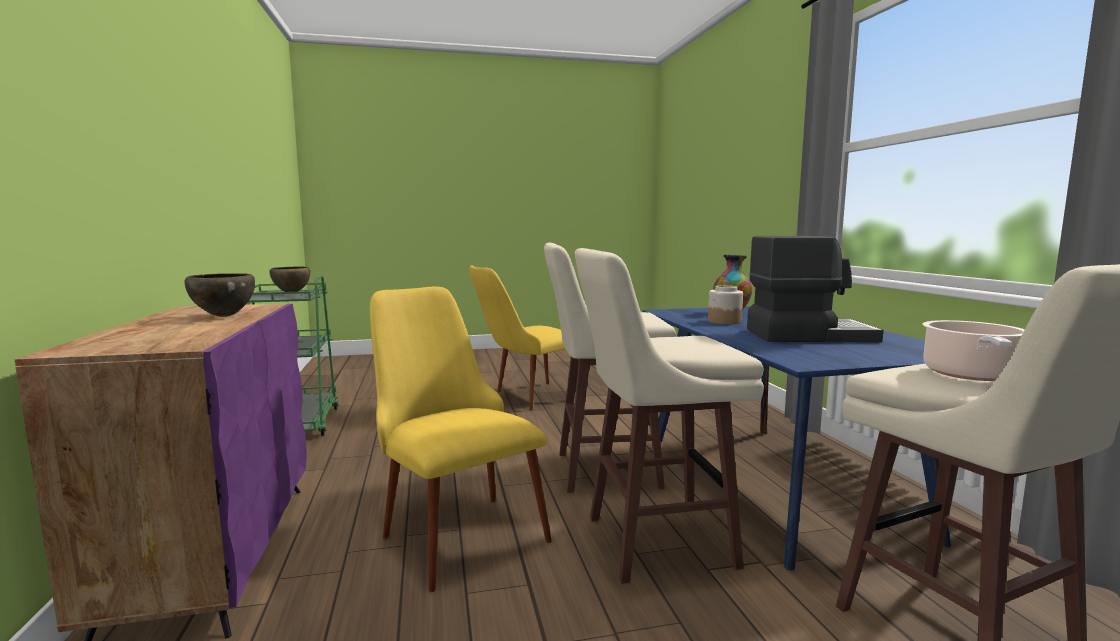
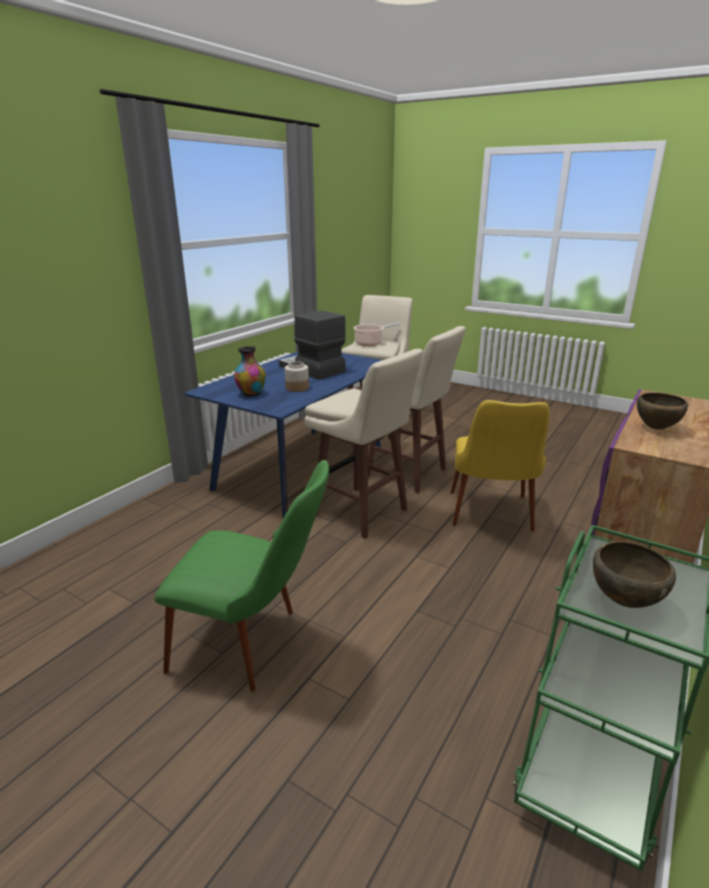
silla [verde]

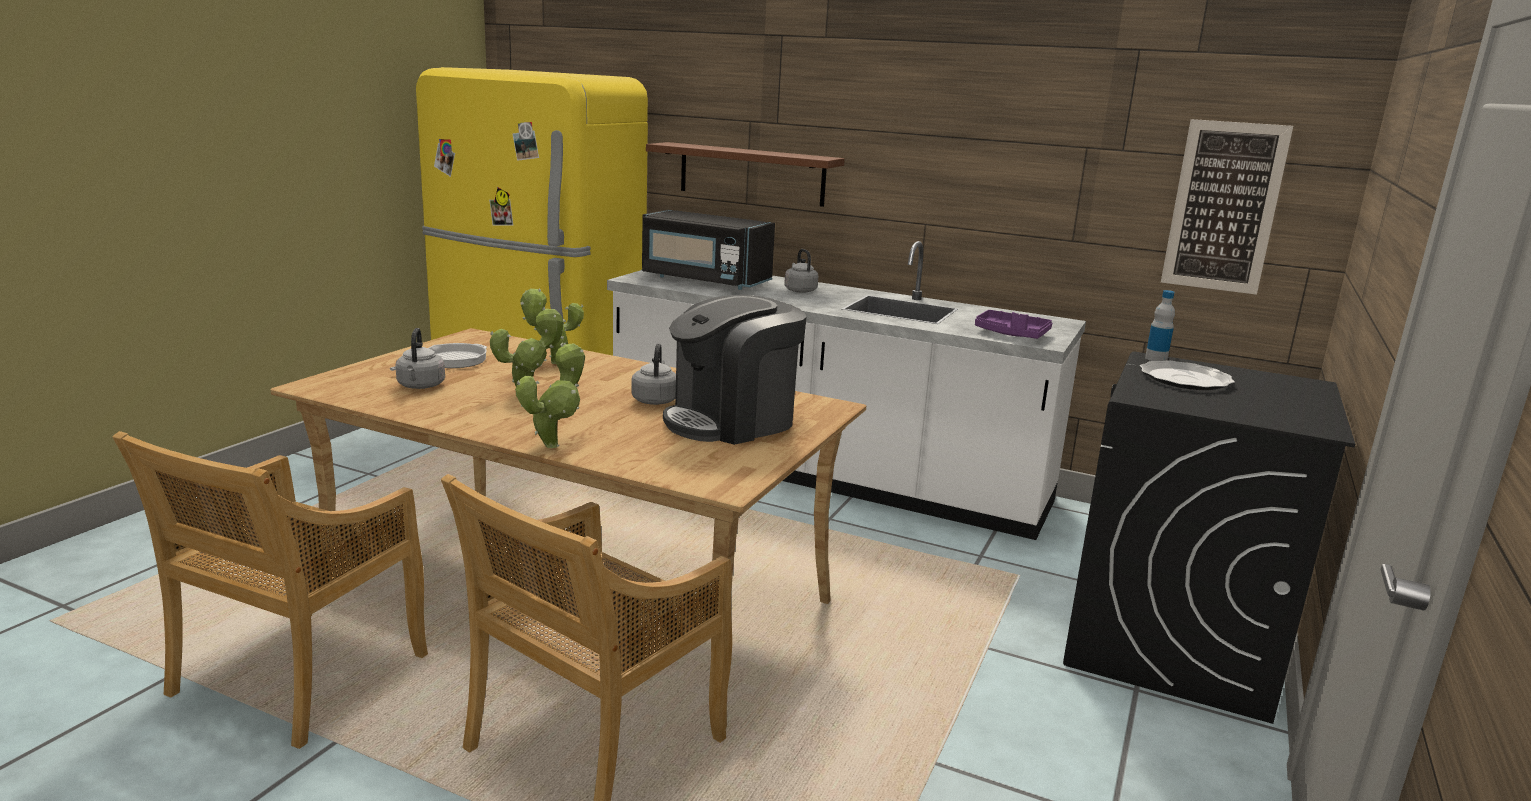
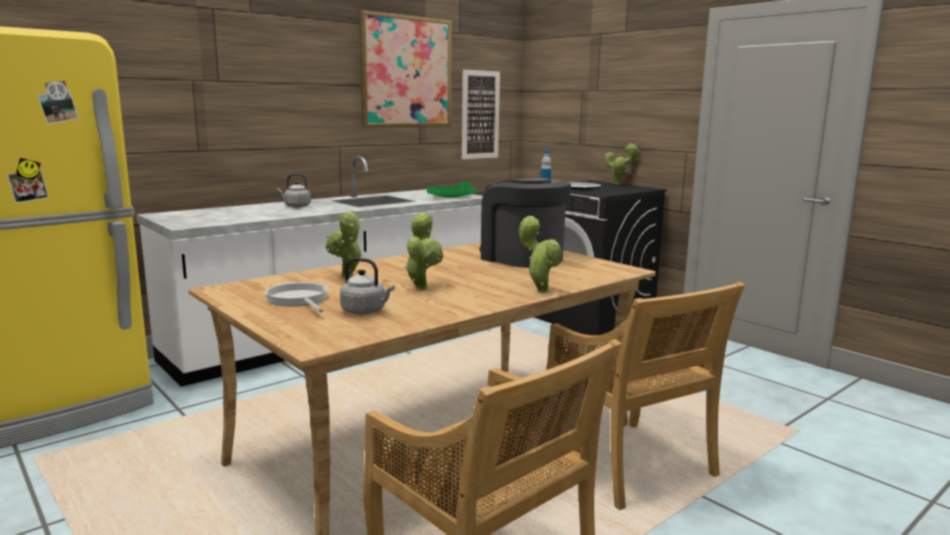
hervidor [gris] (no. 2 from left in the first image); microondas [negro]; estante [marrón]; cuadro (no. 1 from left); planta en maceta (no. 4 from left); bandeja [verde]; cafetera

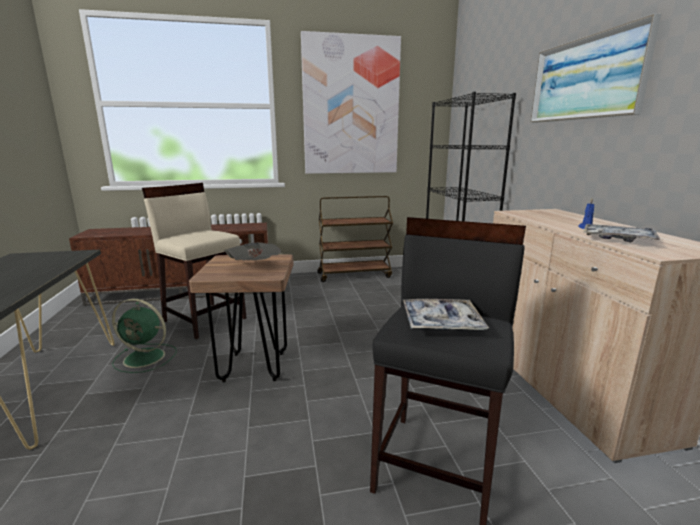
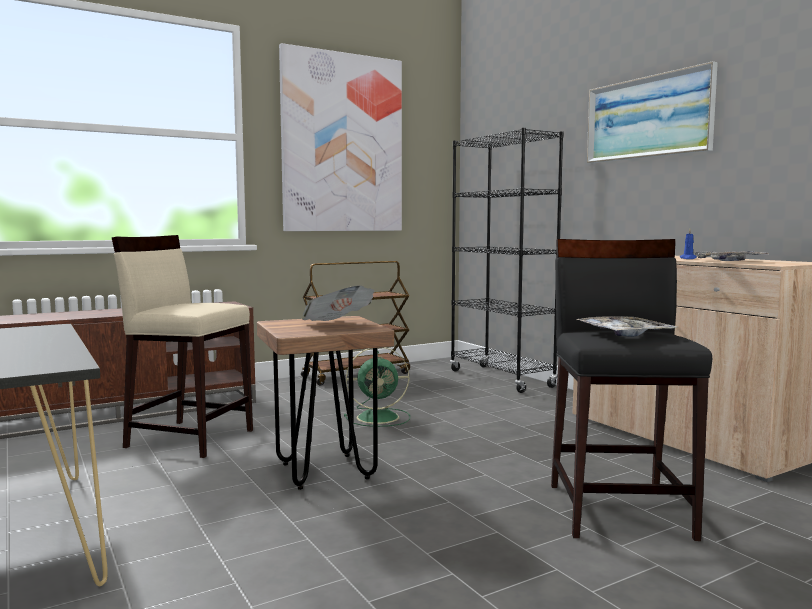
ventilador [verde]

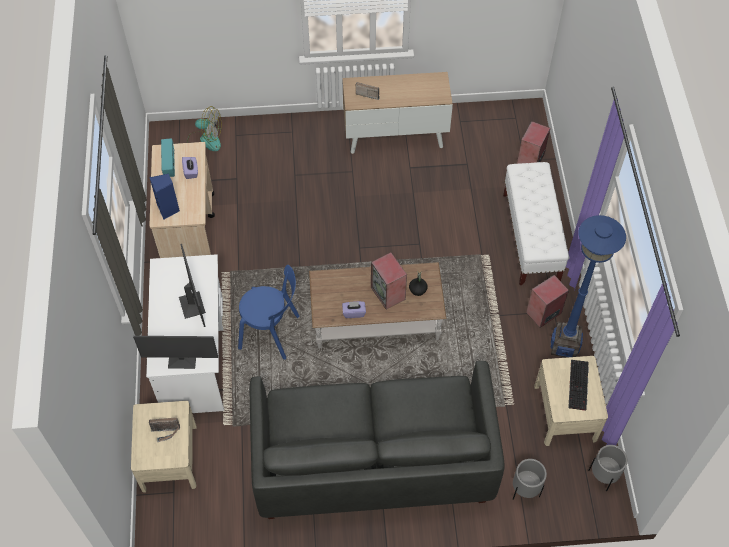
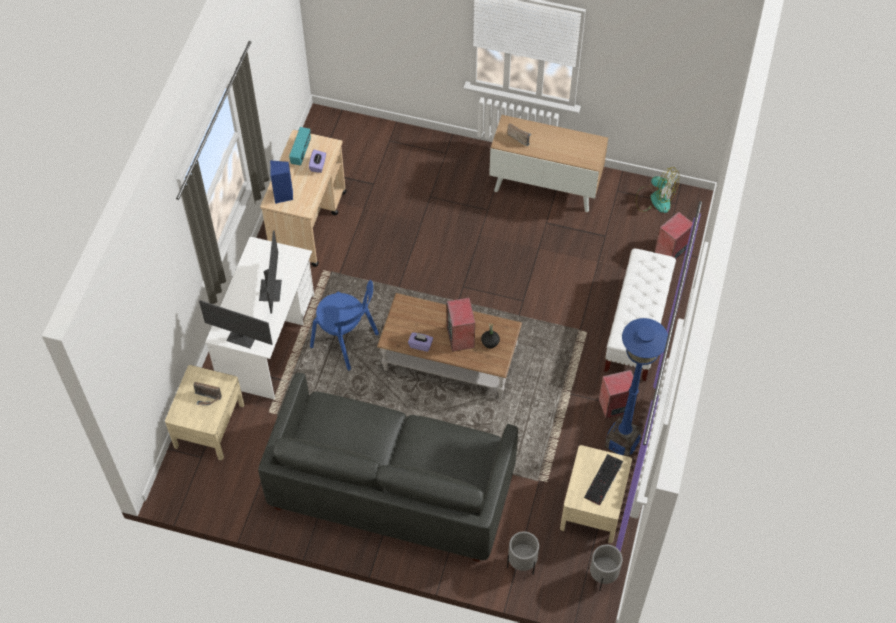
ventilador

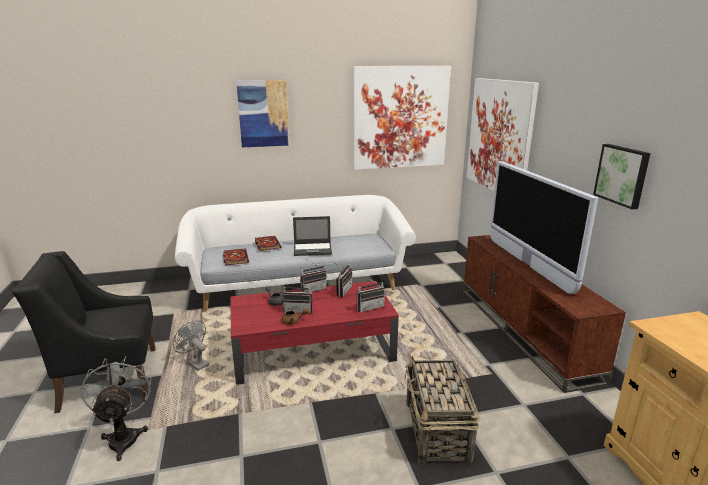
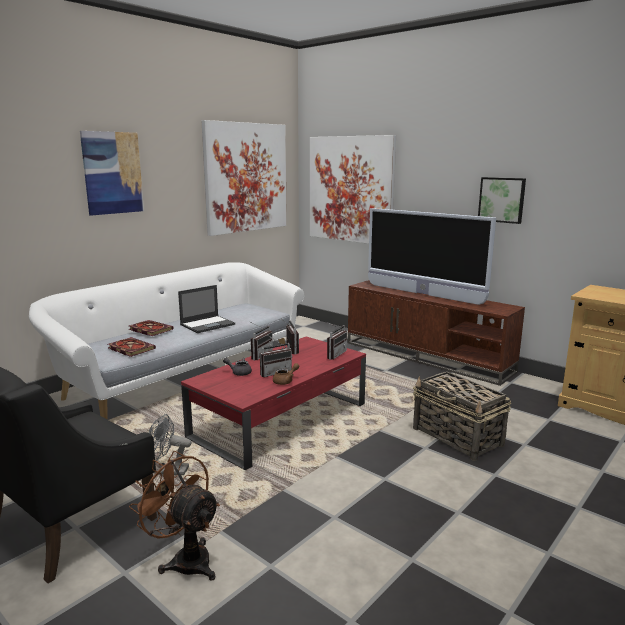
ventilador [marrón]

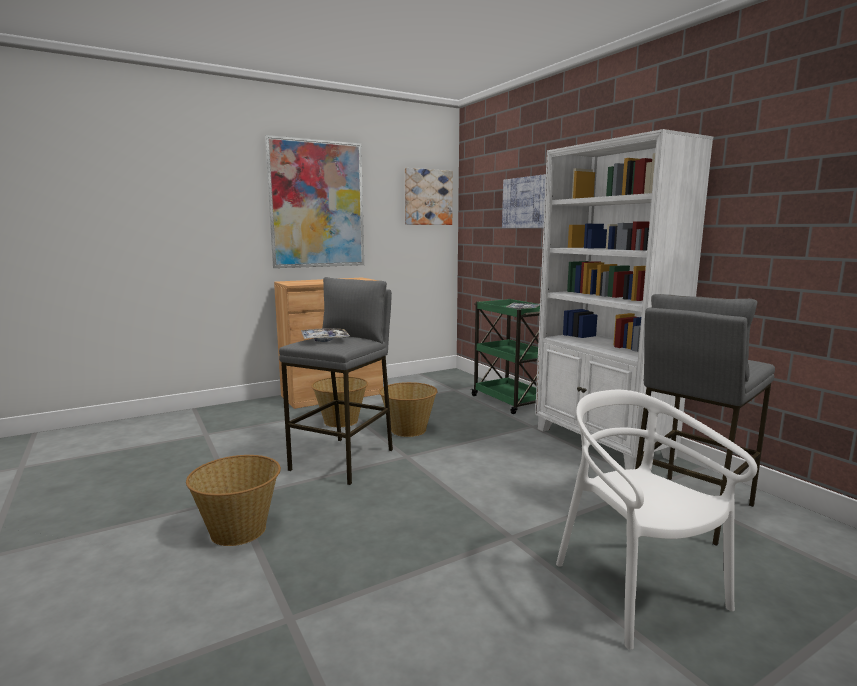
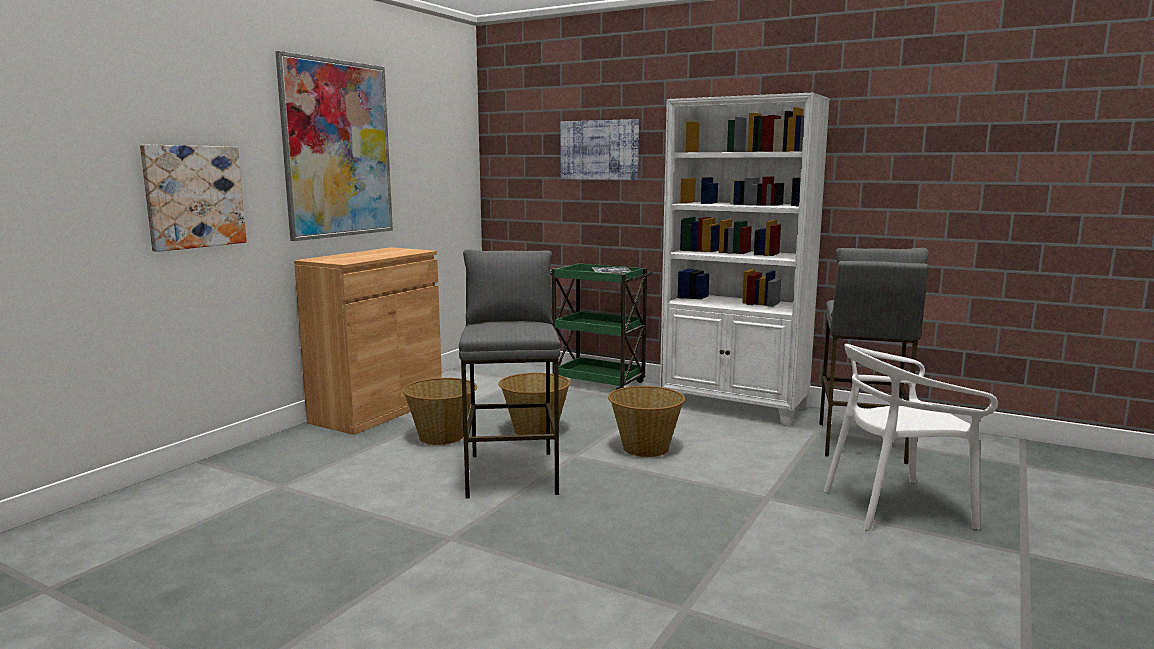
bandeja (no. 1 from left in the first image); cesta (no. 3 from left); cuadro (no. 1 from left); silla [blanco]

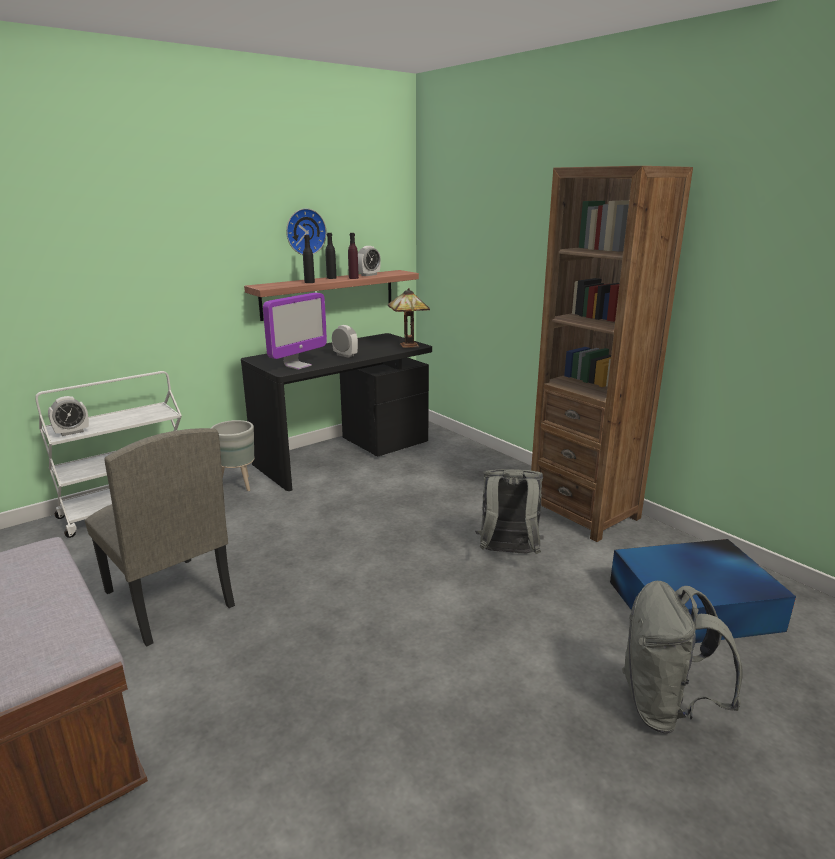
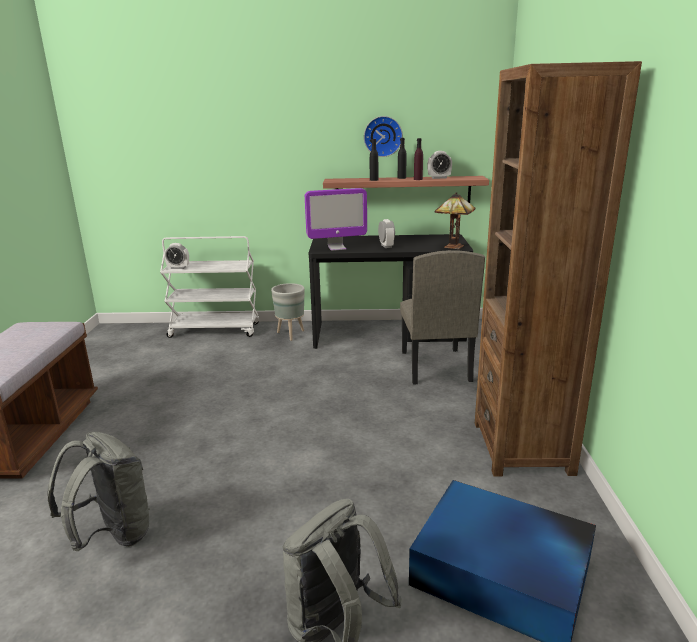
silla [beis]; mochila [gris] (no. 1 from left)

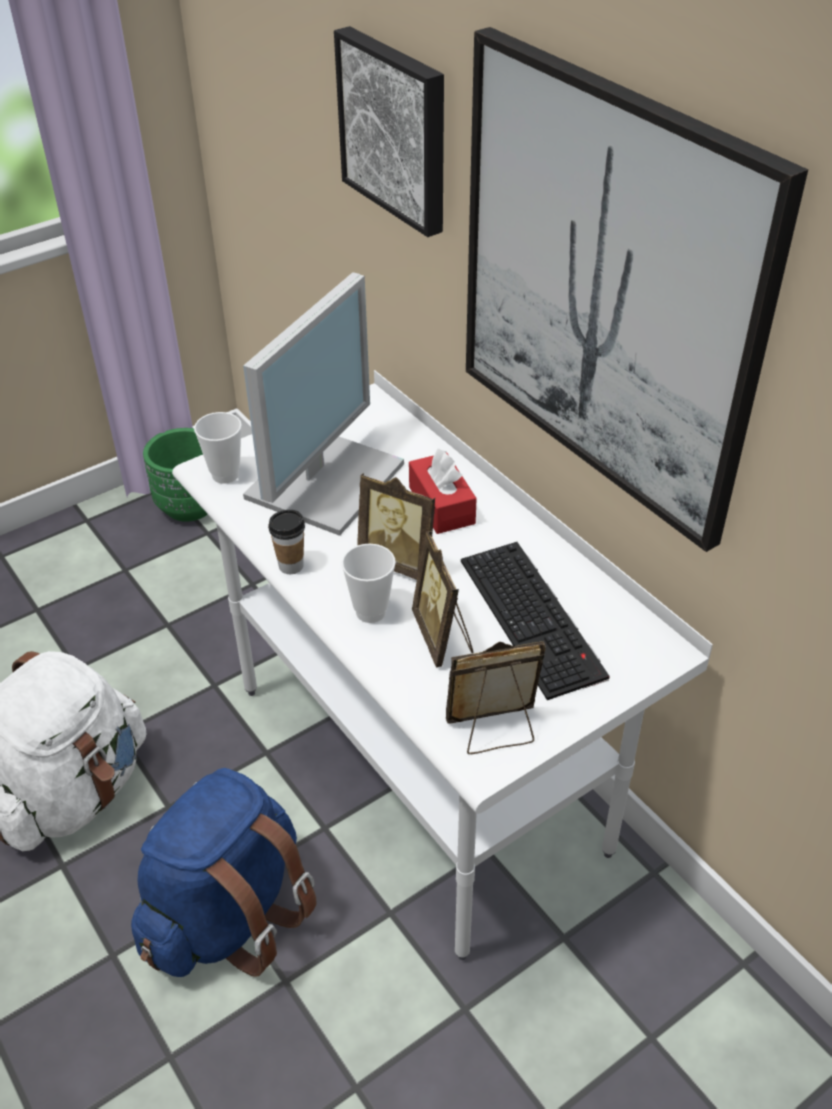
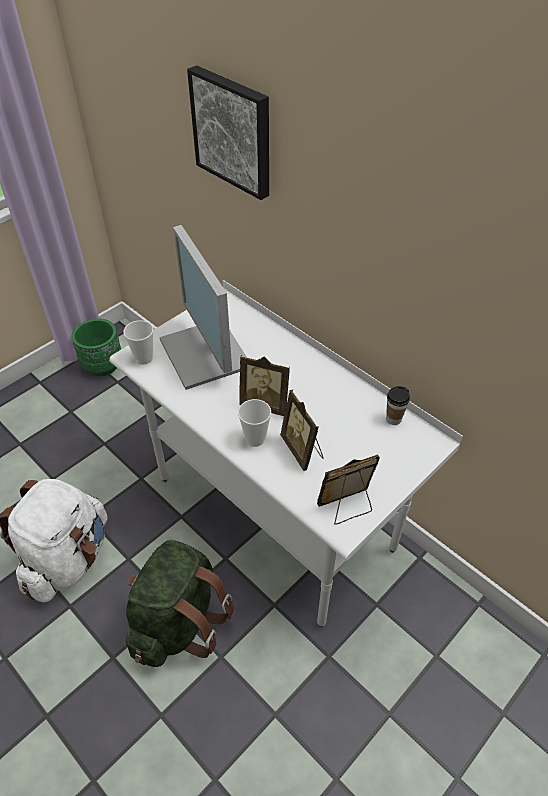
caja de pañuelos [rojo]; teclado; cuadro (no. 2 from left in the first image); taza (no. 3 from left); mochila [verde]; monitor

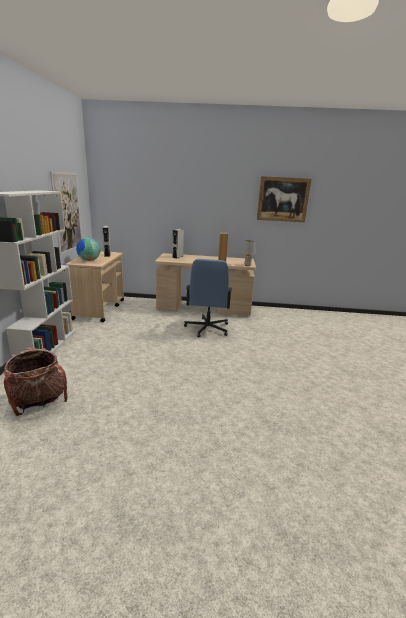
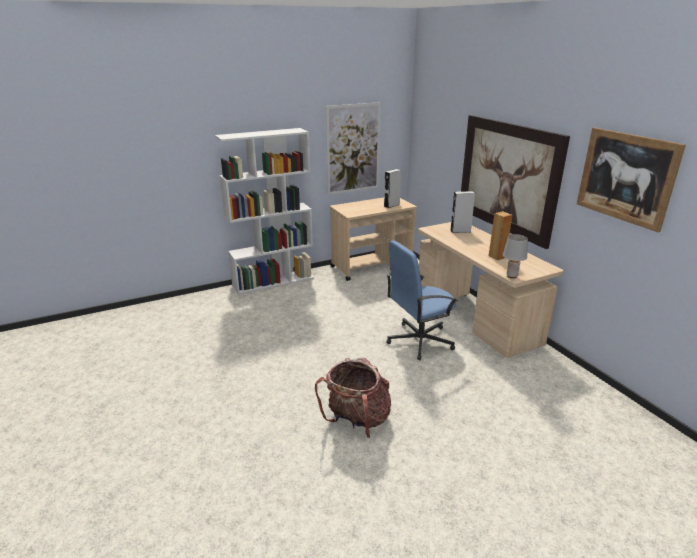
globo terráqueo; cuadro (no. 2 from left); mochila

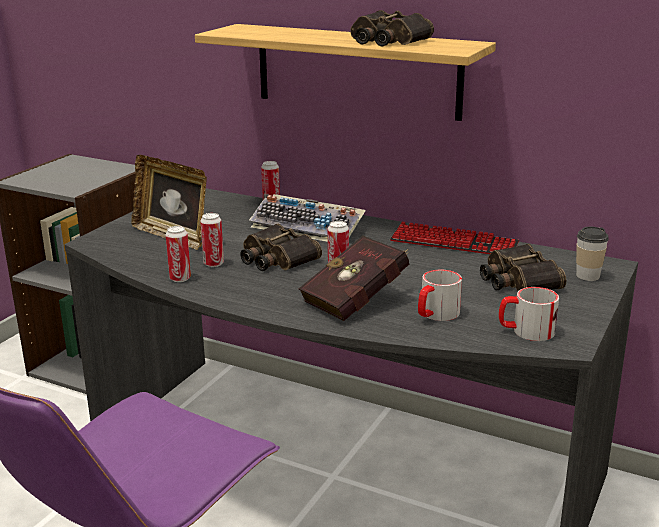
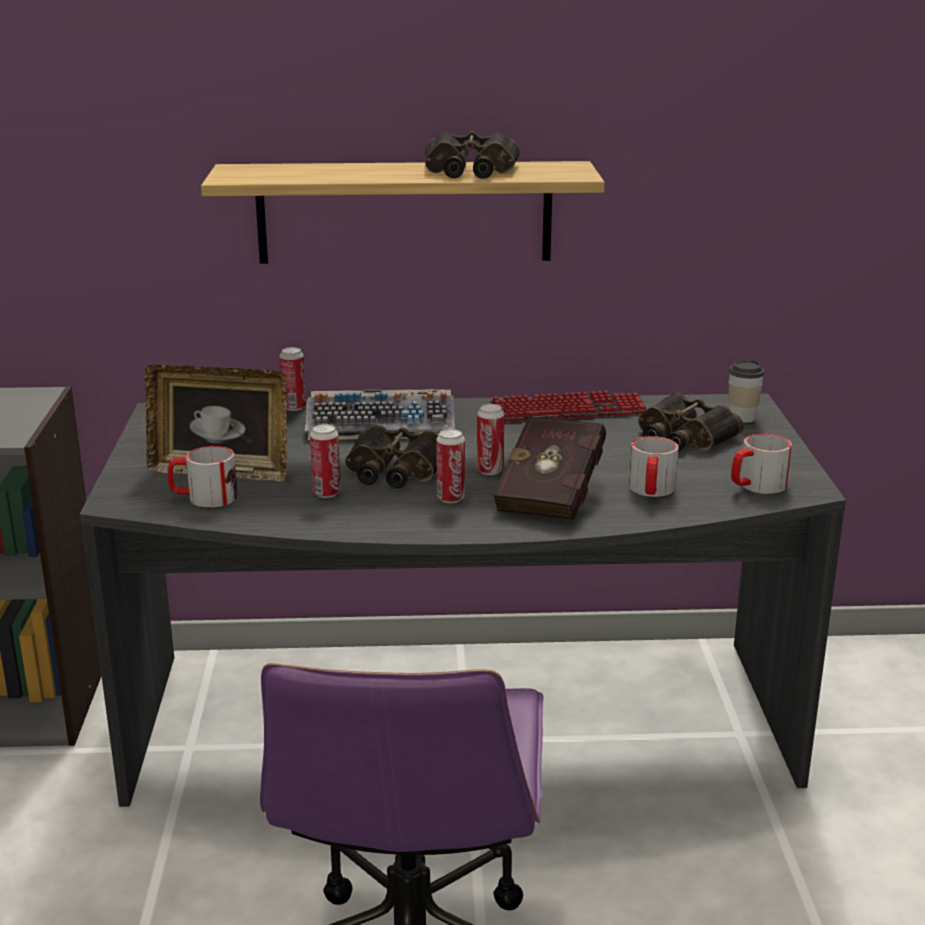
taza grande (no. 1 from left); lata (no. 3 from left)

